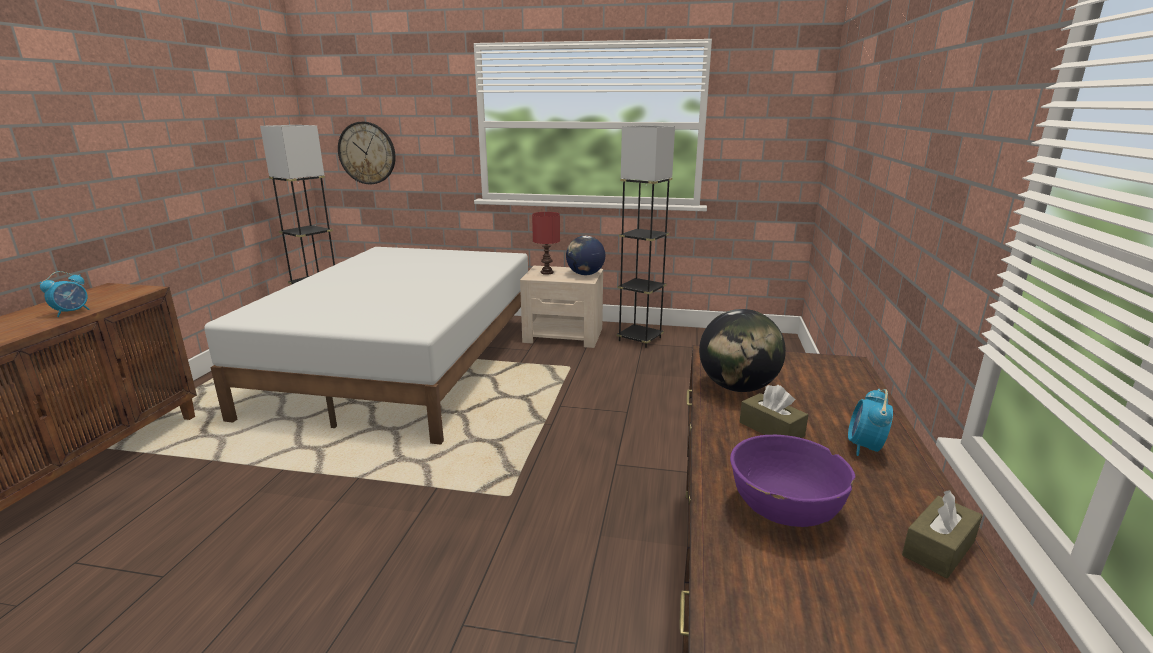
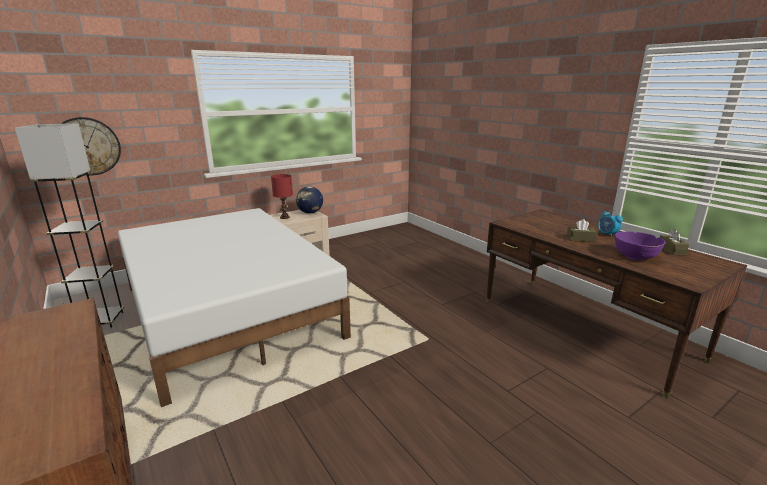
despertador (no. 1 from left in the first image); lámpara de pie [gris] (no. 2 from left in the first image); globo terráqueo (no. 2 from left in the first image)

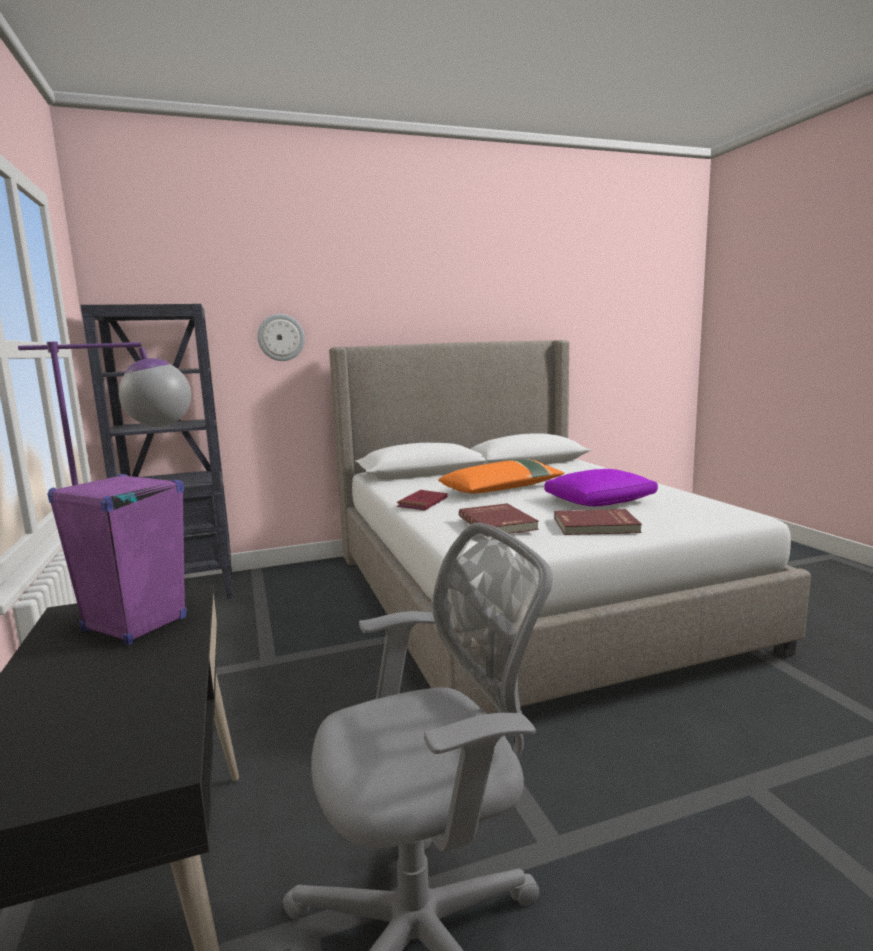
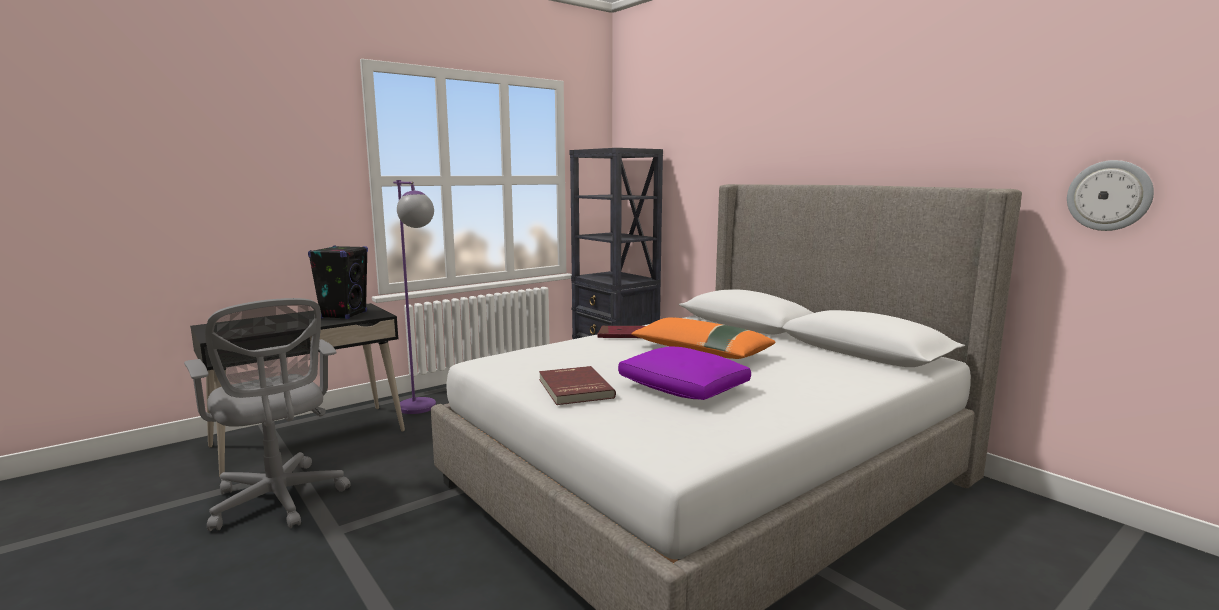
libro [rojo] (no. 2 from left in the first image); reloj de pared; altavoz [negro]

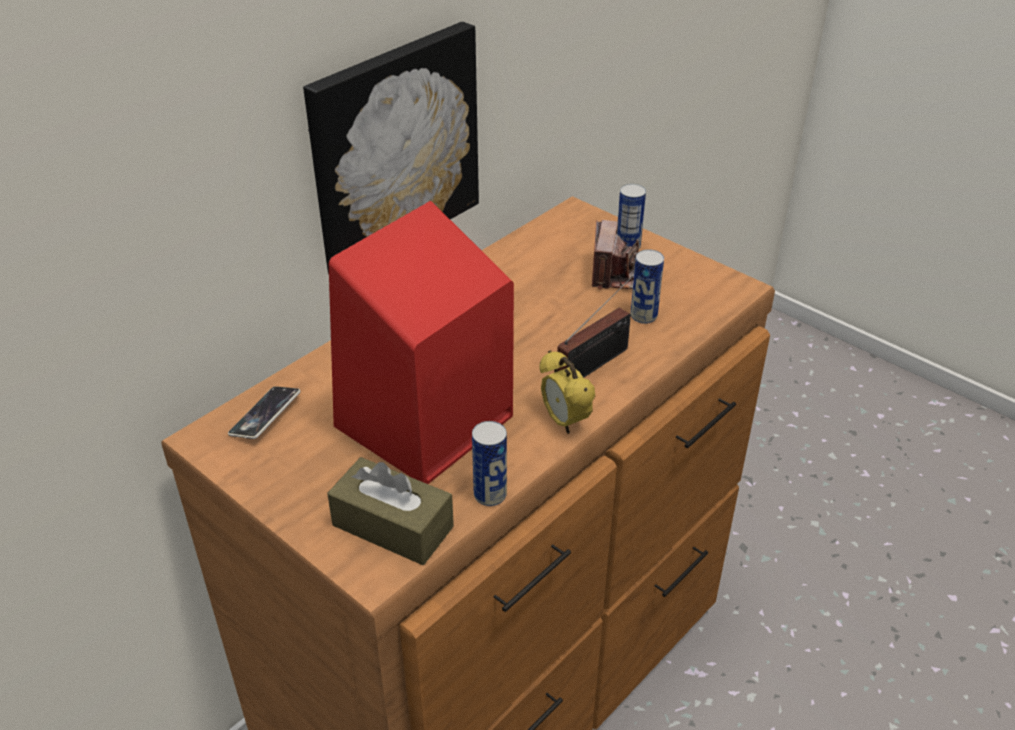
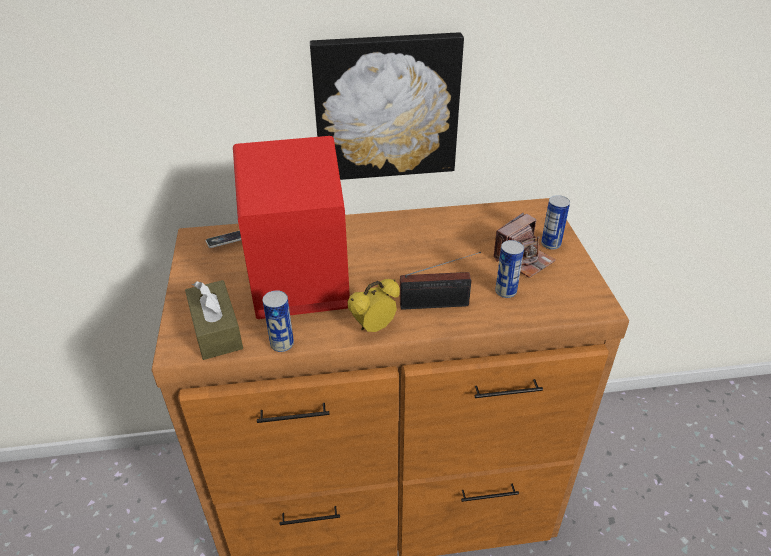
despertador

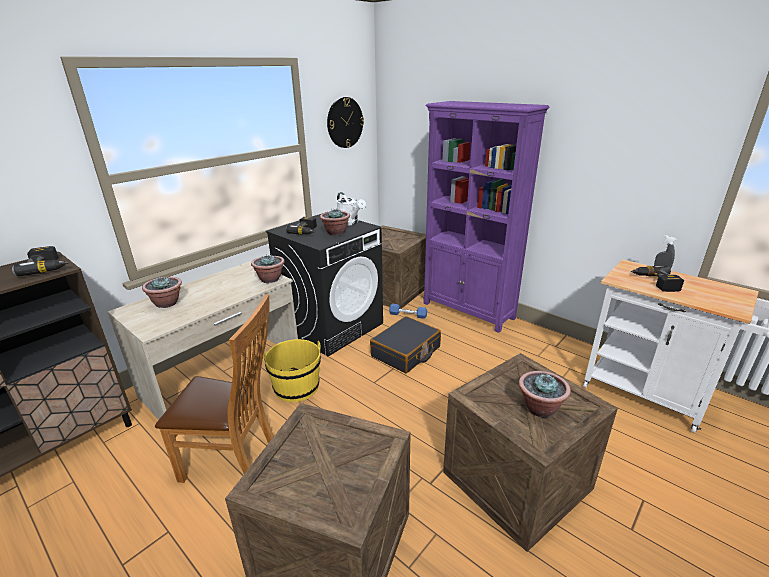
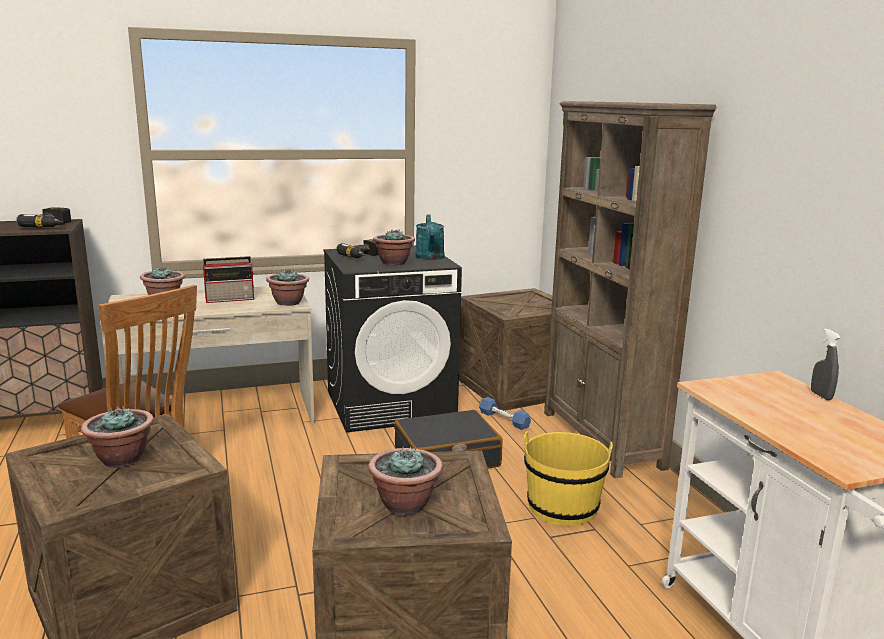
reloj de pared; taladro (no. 3 from left in the first image); planta en maceta (no. 1 from left); radio; cubo [amarillo]; regadera [turquesa]; estantería [marrón]

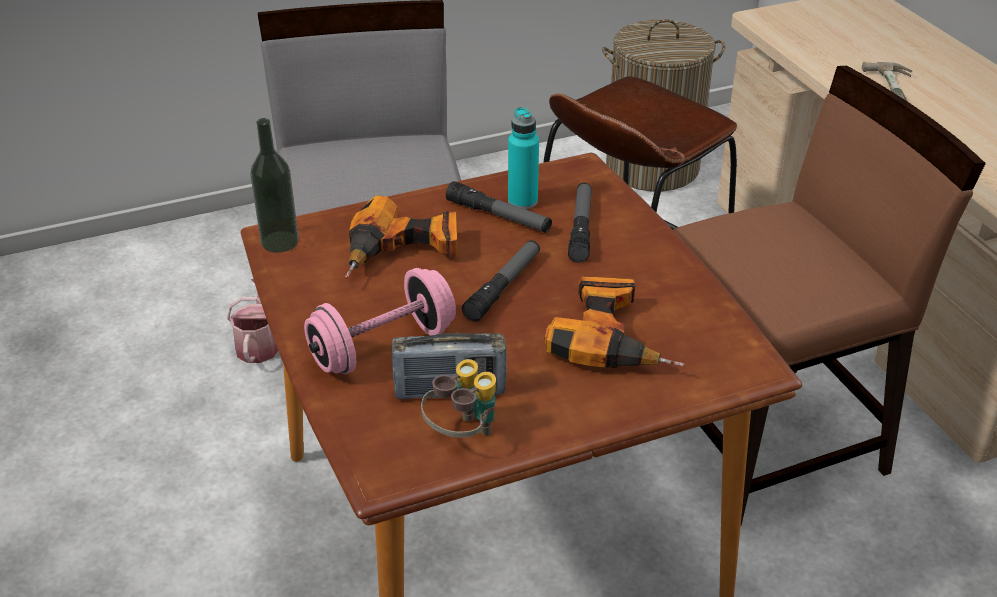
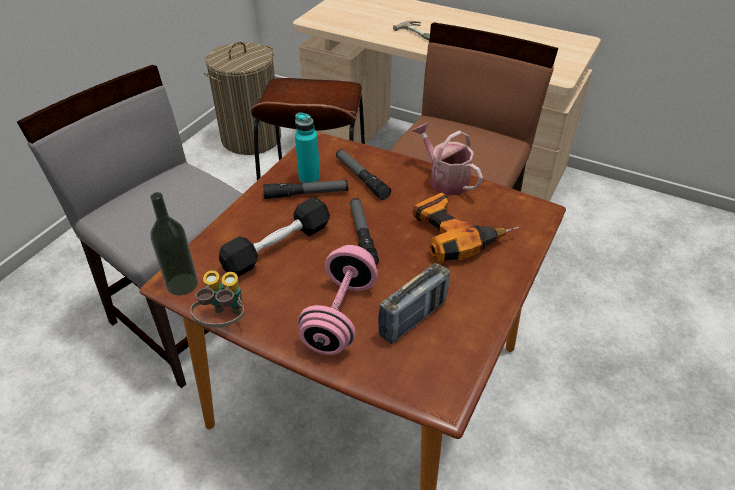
regadera; prismáticos; mancuerna [negro]

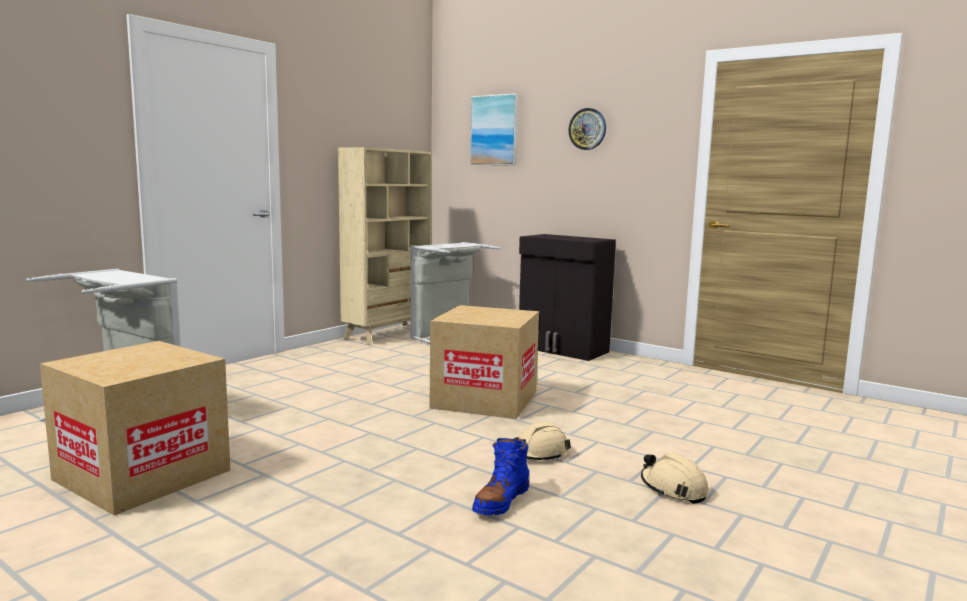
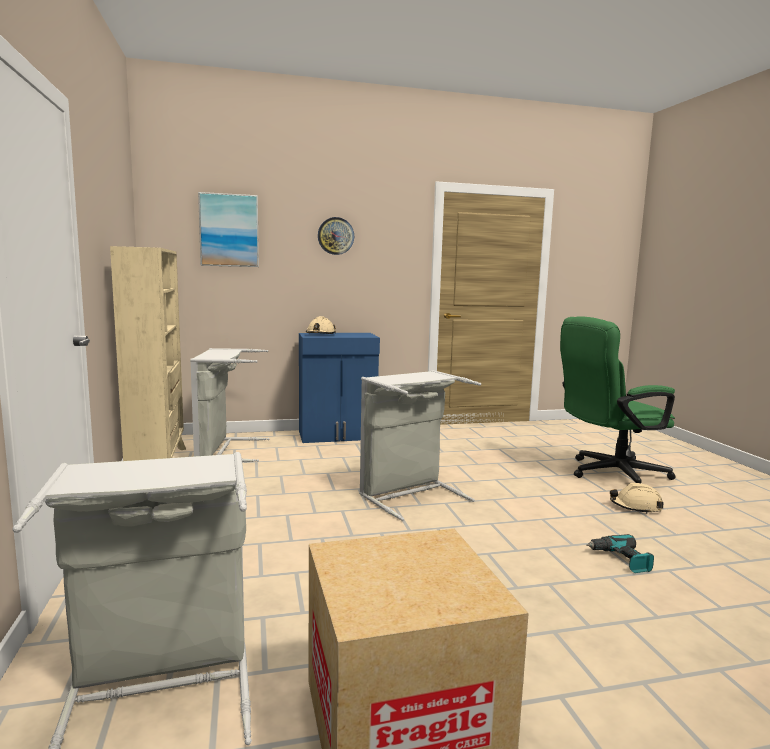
silla de oficina [verde]; casco [beis] (no. 1 from left); cesto de la ropa [gris] (no. 3 from left); taladro; armario [azul]

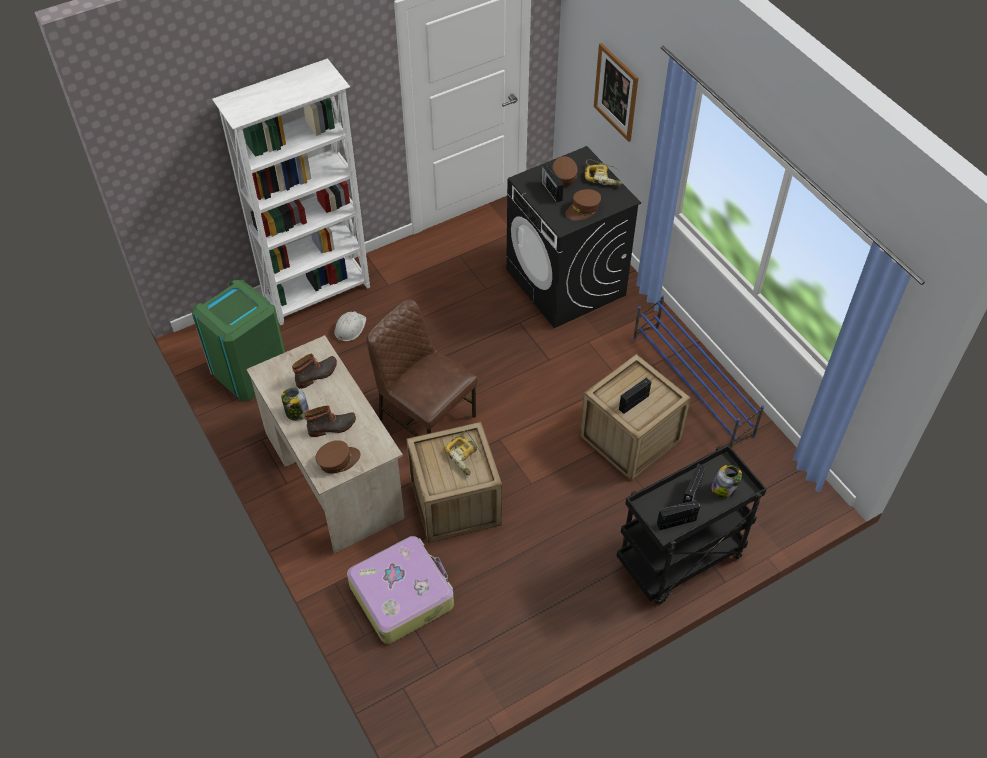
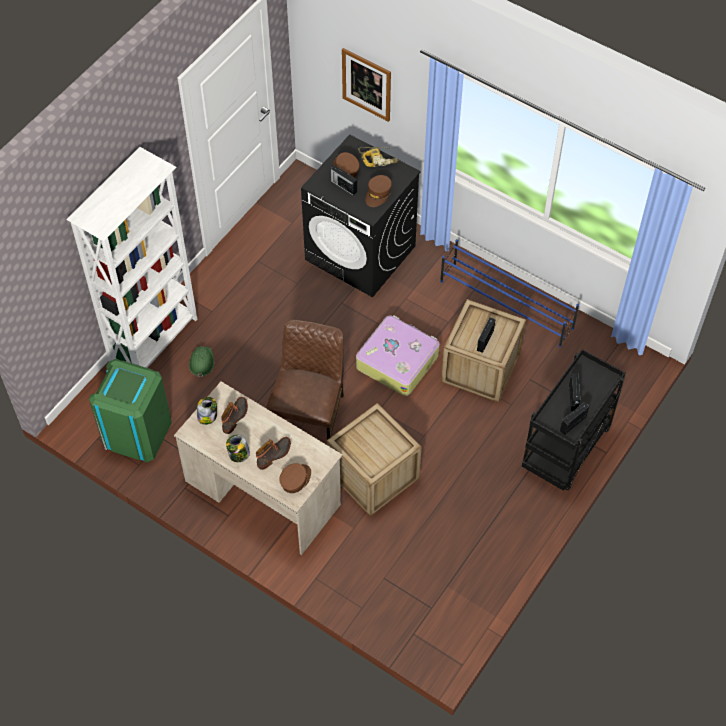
taladro (no. 1 from left in the first image); maleta; tarro (no. 1 from left); casco [verde]; silla [marrón]

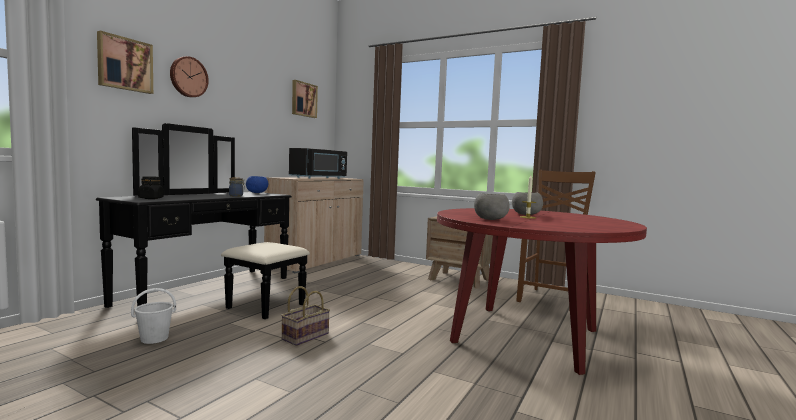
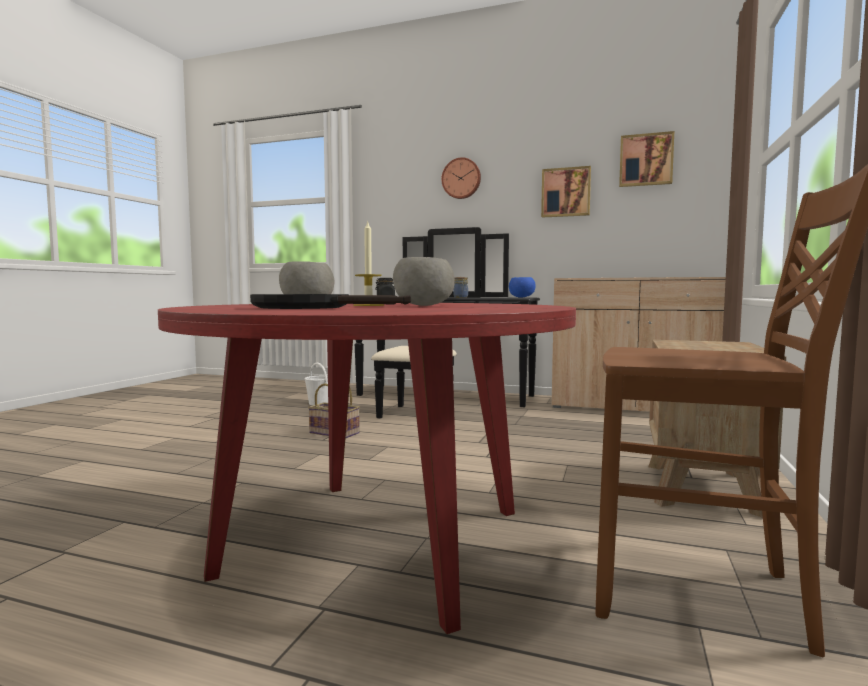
microondas [negro]; sartén [negro]; cuadro (no. 1 from left)

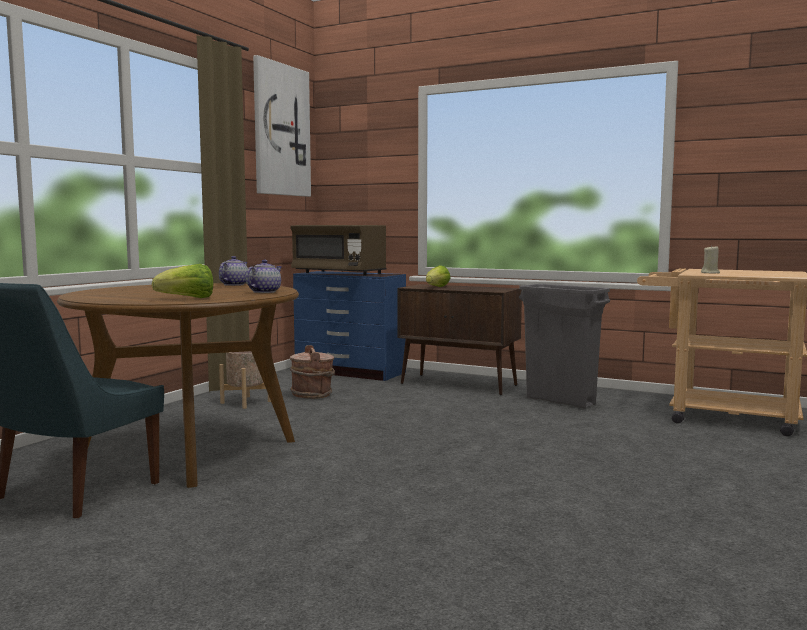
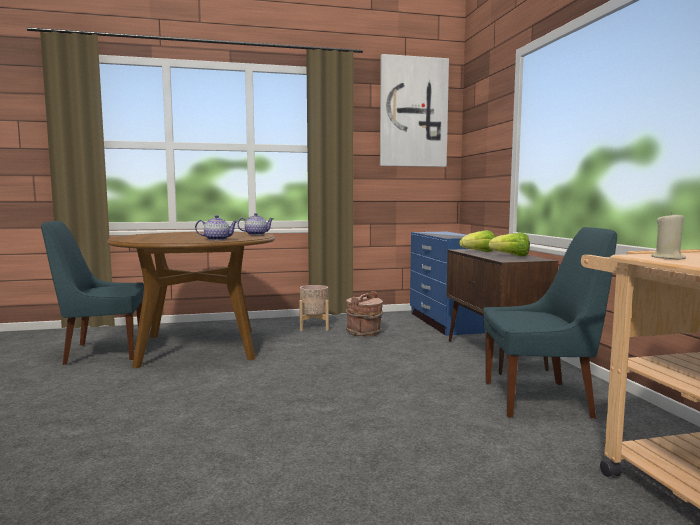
microondas [marrón]; lechuga (no. 2 from left); silla [azul] (no. 2 from left)

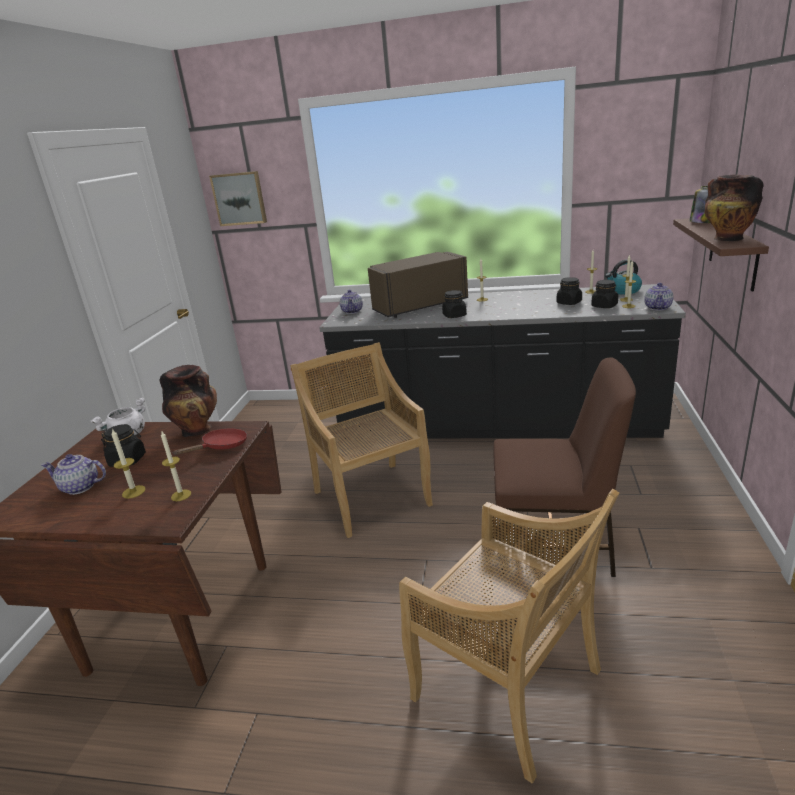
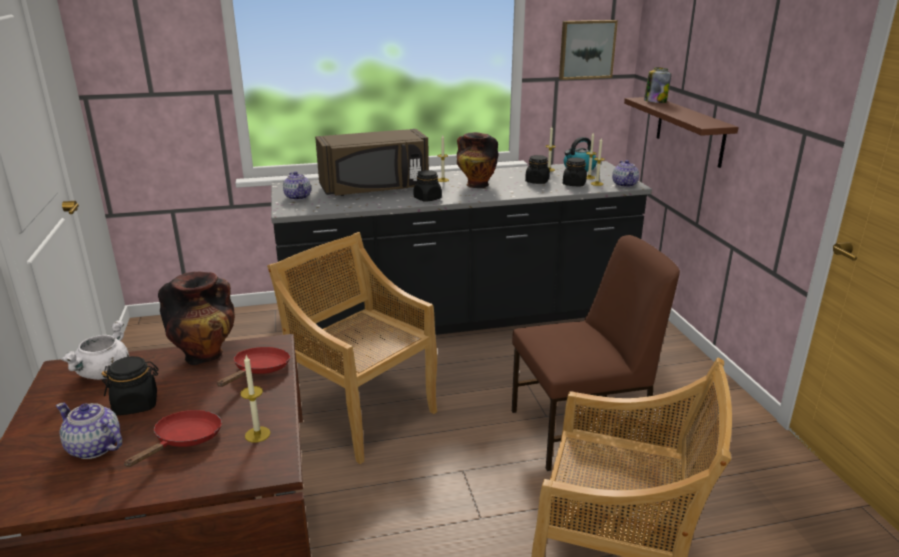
cuadro; florero (no. 2 from left); sartén [rojo] (no. 1 from left); tetera (no. 1 from left); microondas [marrón]

